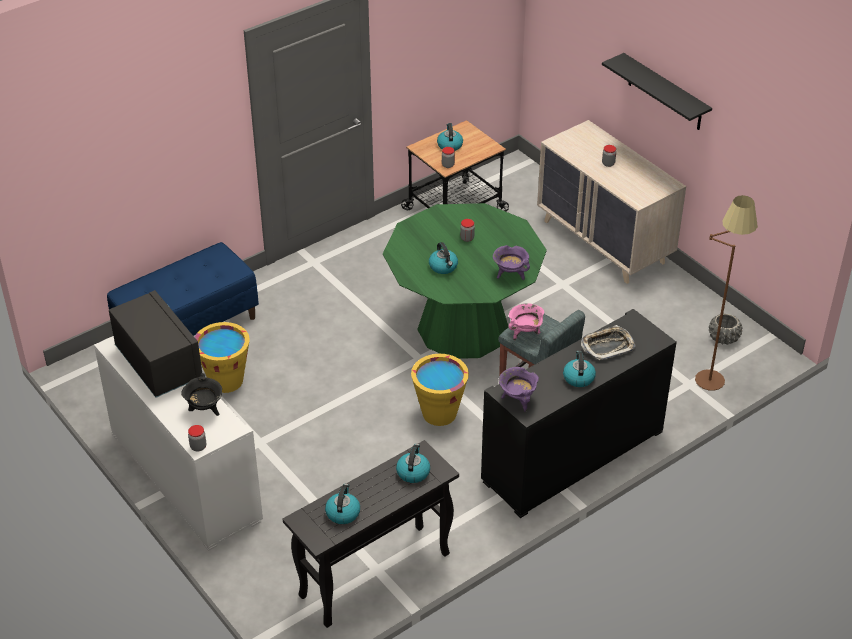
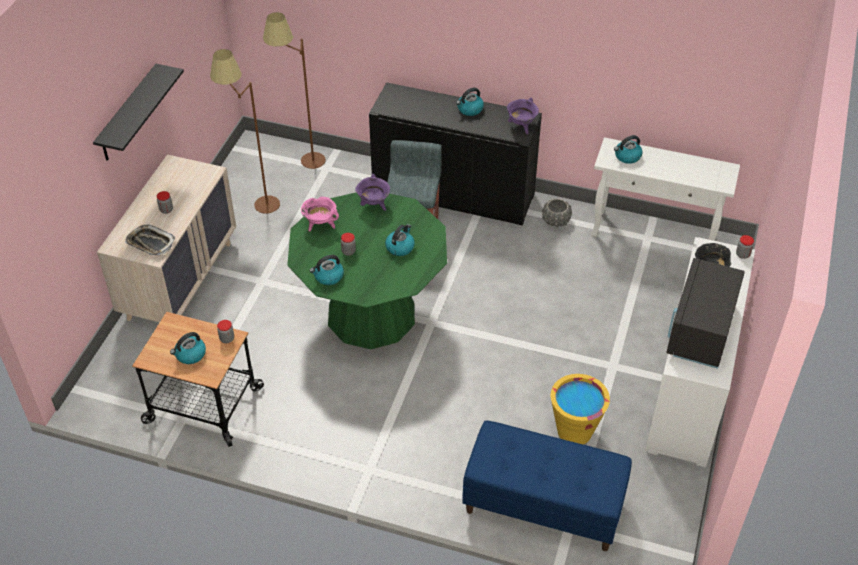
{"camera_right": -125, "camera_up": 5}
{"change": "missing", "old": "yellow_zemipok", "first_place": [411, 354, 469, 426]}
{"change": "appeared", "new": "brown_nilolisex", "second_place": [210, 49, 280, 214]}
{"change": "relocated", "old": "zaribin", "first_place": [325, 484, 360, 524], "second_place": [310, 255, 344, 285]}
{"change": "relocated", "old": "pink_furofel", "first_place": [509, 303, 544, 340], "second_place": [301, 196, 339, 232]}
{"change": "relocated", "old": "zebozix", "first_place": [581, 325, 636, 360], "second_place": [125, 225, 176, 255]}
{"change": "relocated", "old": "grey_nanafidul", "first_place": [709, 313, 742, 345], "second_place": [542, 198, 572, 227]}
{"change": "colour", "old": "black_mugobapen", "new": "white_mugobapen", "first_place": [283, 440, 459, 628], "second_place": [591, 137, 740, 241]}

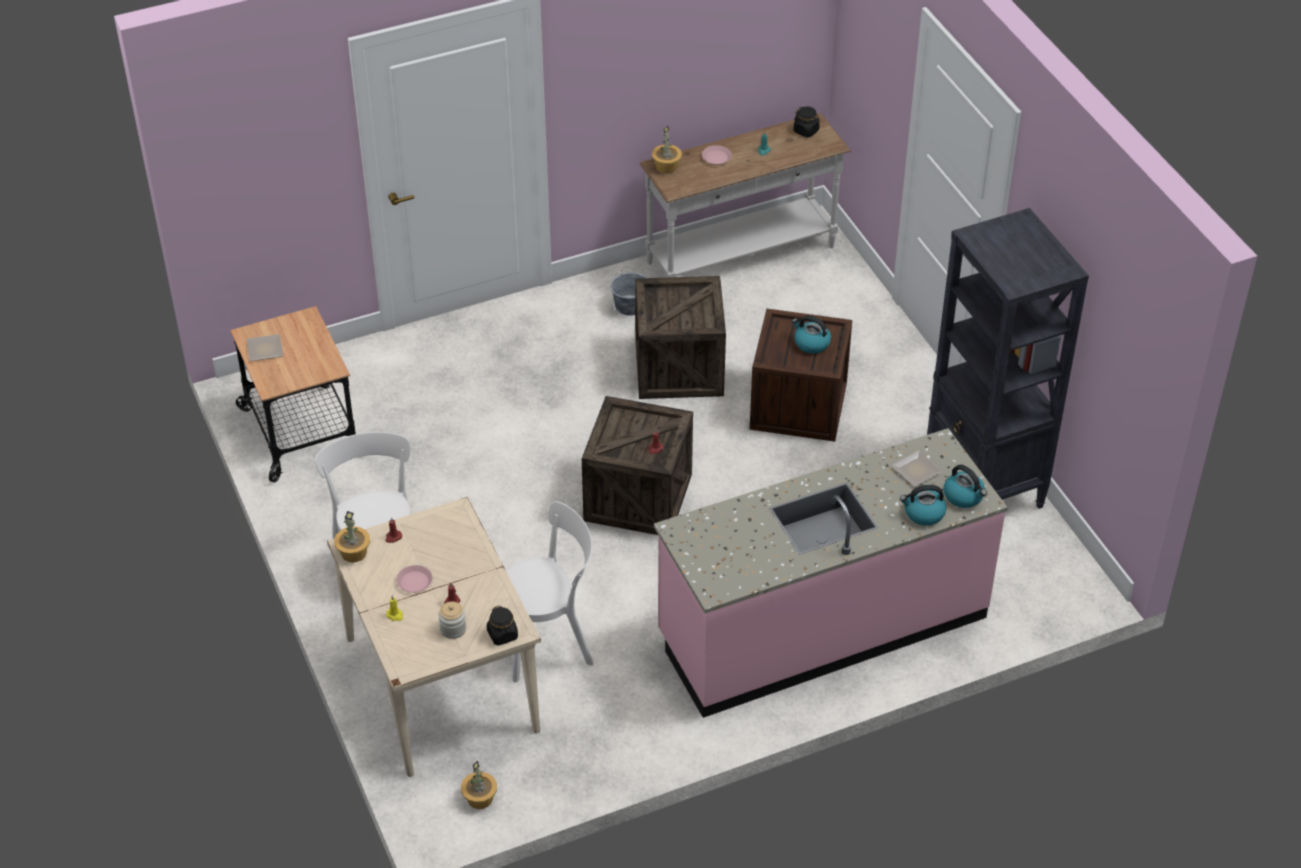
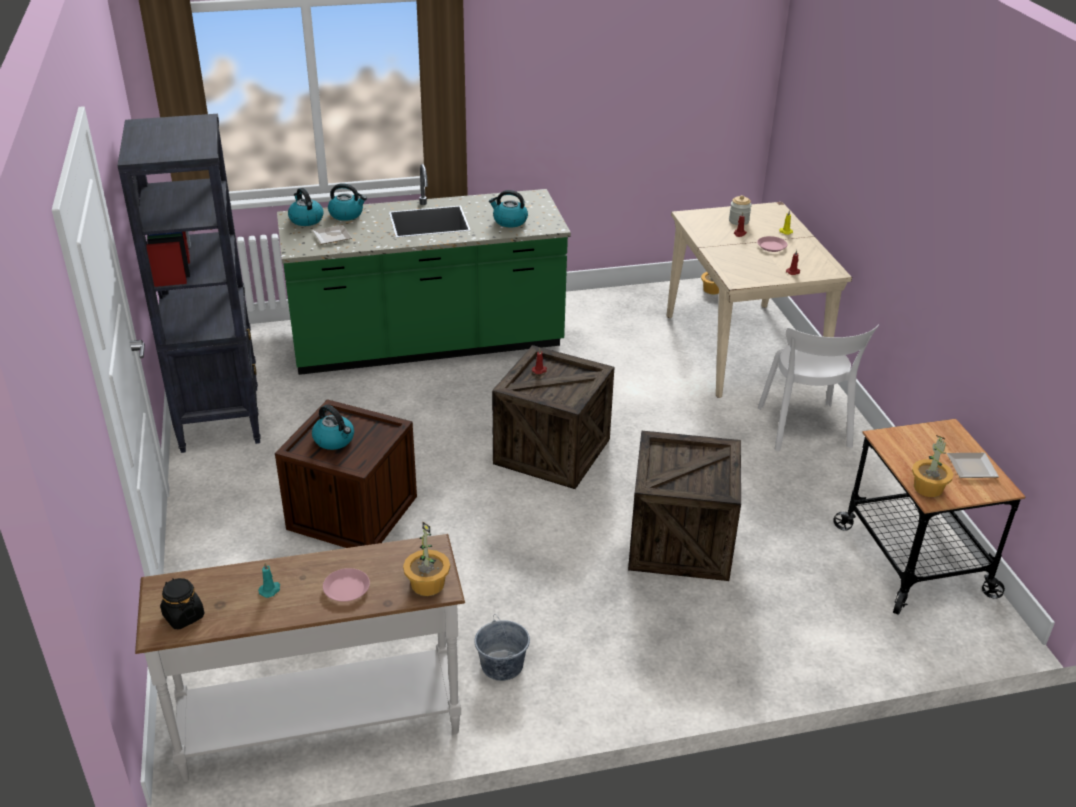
{"camera_right": -170, "camera_up": -10}
{"change": "missing", "old": "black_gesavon", "first_place": [487, 606, 518, 646]}
{"change": "missing", "old": "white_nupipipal", "first_place": [505, 502, 594, 683]}
{"change": "appeared", "new": "zaribin", "second_place": [489, 190, 528, 228]}
{"change": "relocated", "old": "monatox", "first_place": [334, 511, 370, 563], "second_place": [912, 435, 953, 497]}
{"change": "relocated", "old": "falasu", "first_place": [635, 276, 726, 399], "second_place": [628, 430, 741, 581]}
{"change": "colour", "old": "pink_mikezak", "new": "green_mikezak", "first_place": [654, 428, 1008, 718], "second_place": [277, 164, 571, 375]}

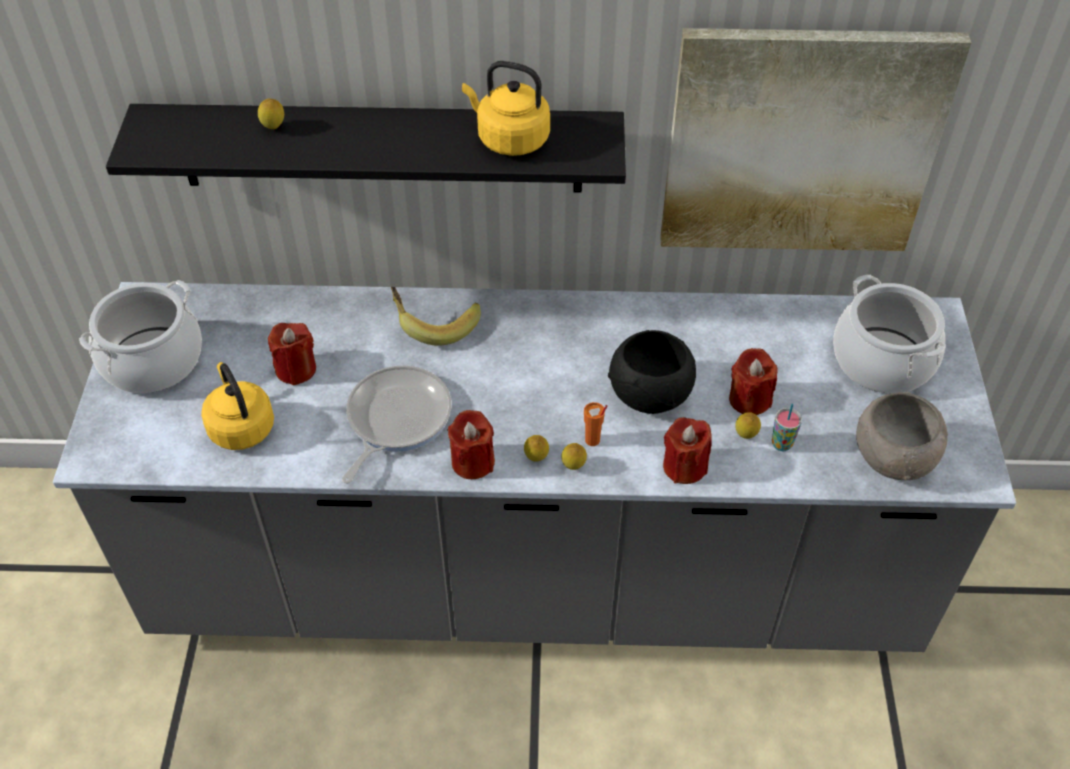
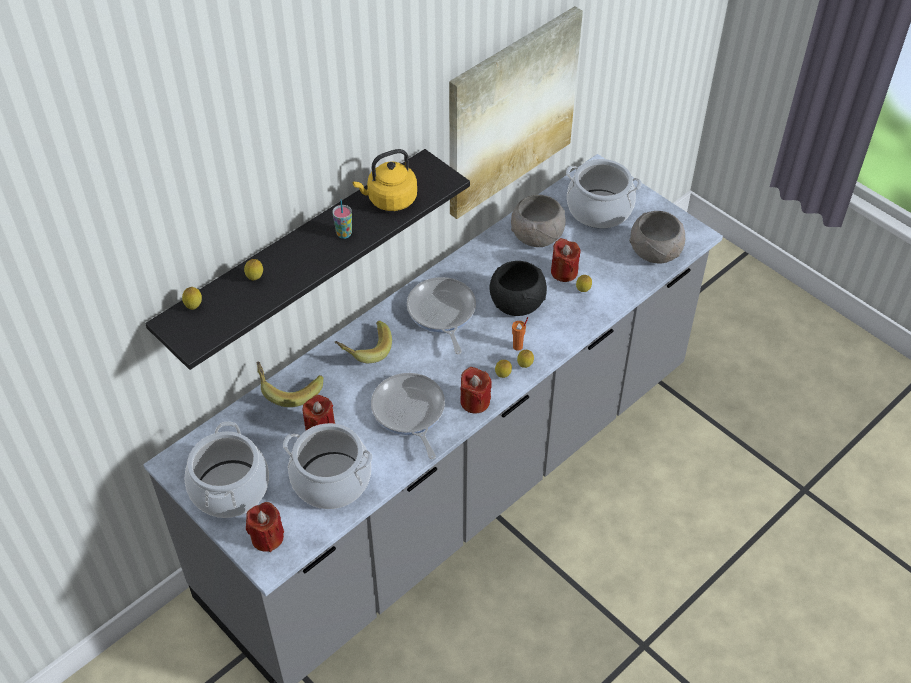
{"camera_right": -45, "camera_up": 0}
{"change": "appeared", "new": "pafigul", "second_place": [182, 287, 202, 310]}
{"change": "appeared", "new": "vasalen", "second_place": [256, 362, 323, 407]}
{"change": "appeared", "new": "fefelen", "second_place": [407, 277, 476, 354]}
{"change": "appeared", "new": "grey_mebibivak", "second_place": [511, 195, 566, 247]}
{"change": "relocated", "old": "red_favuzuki", "first_place": [663, 417, 712, 484], "second_place": [246, 502, 284, 552]}
{"change": "relocated", "old": "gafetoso", "first_place": [772, 404, 802, 451], "second_place": [332, 199, 352, 239]}
{"change": "exchanged", "old": "yellow_zaribin", "new": "furofel", "first_place": [201, 362, 274, 450], "second_place": [283, 423, 372, 509]}

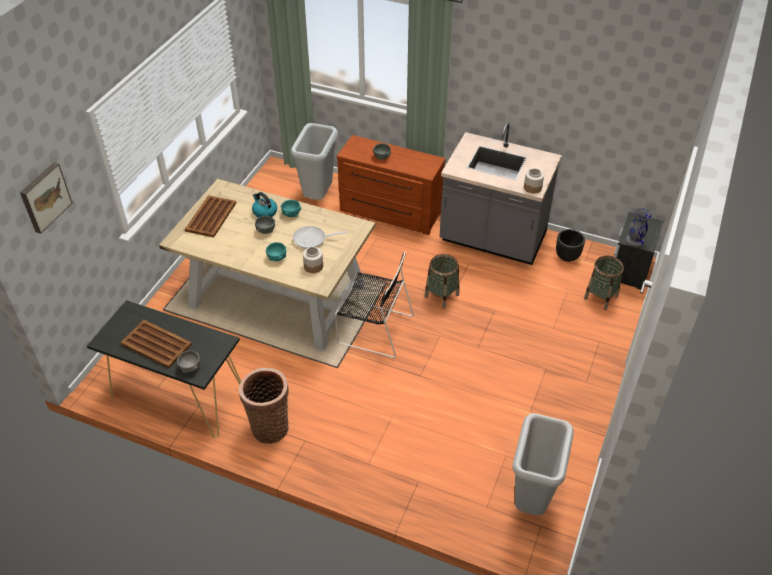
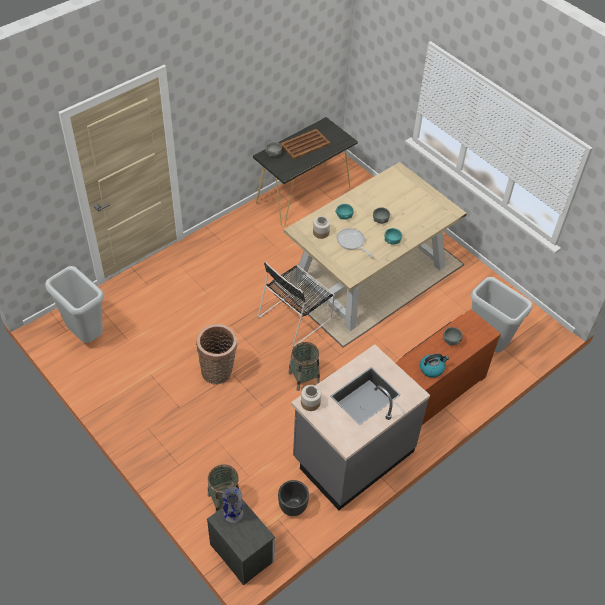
{"camera_right": 115, "camera_up": 5}
{"change": "missing", "old": "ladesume", "first_place": [20, 162, 73, 234]}
{"change": "missing", "old": "brown_zebozix", "first_place": [185, 195, 236, 237]}
{"change": "relocated", "old": "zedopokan", "first_place": [239, 368, 289, 444], "second_place": [196, 324, 237, 384]}
{"change": "relocated", "old": "zaribin", "first_place": [252, 192, 277, 218], "second_place": [420, 354, 449, 378]}
{"change": "spun", "old": "fefelen", "first_place": [293, 226, 348, 249], "second_place": [337, 228, 374, 258], "degrees": -60}

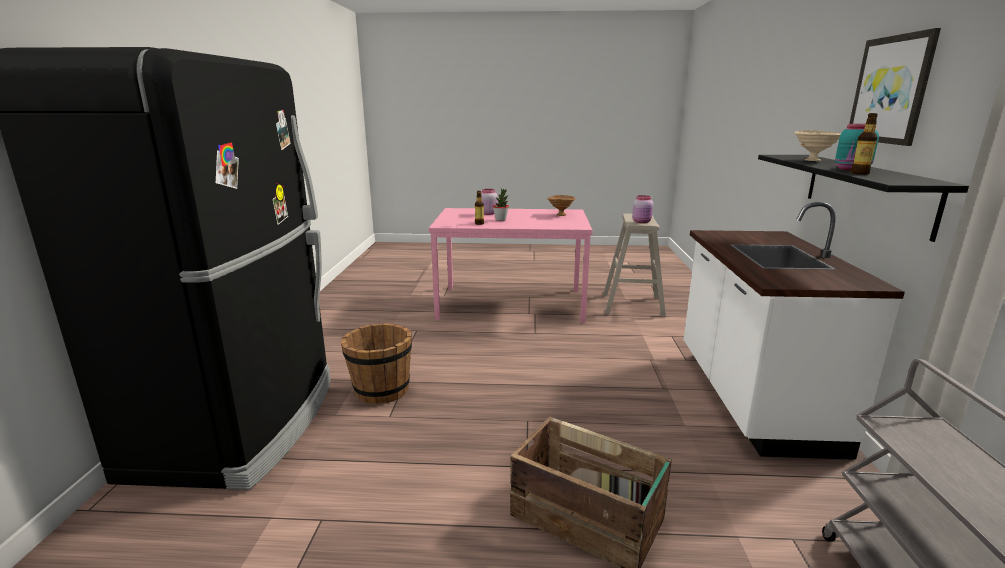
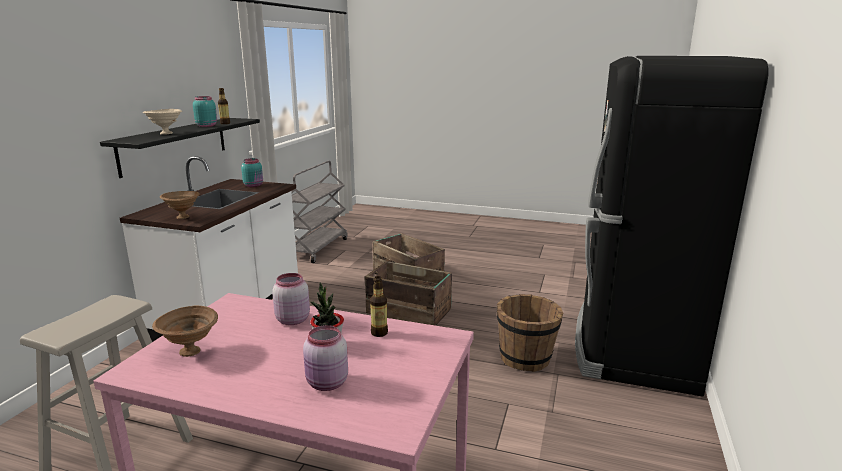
{"camera_right": -165, "camera_up": 0}
{"change": "missing", "old": "ladesume", "first_place": [849, 28, 941, 146]}
{"change": "appeared", "new": "brown_mebibivak", "second_place": [160, 191, 200, 219]}
{"change": "appeared", "new": "turquoise_gesavon", "second_place": [241, 158, 263, 187]}
{"change": "appeared", "new": "falasu", "second_place": [365, 261, 452, 326]}
{"change": "relocated", "old": "pink_gesavon", "first_place": [632, 195, 653, 223], "second_place": [272, 273, 310, 325]}

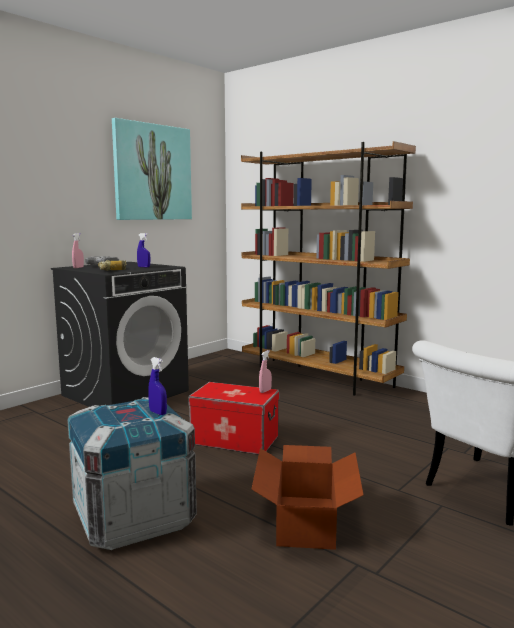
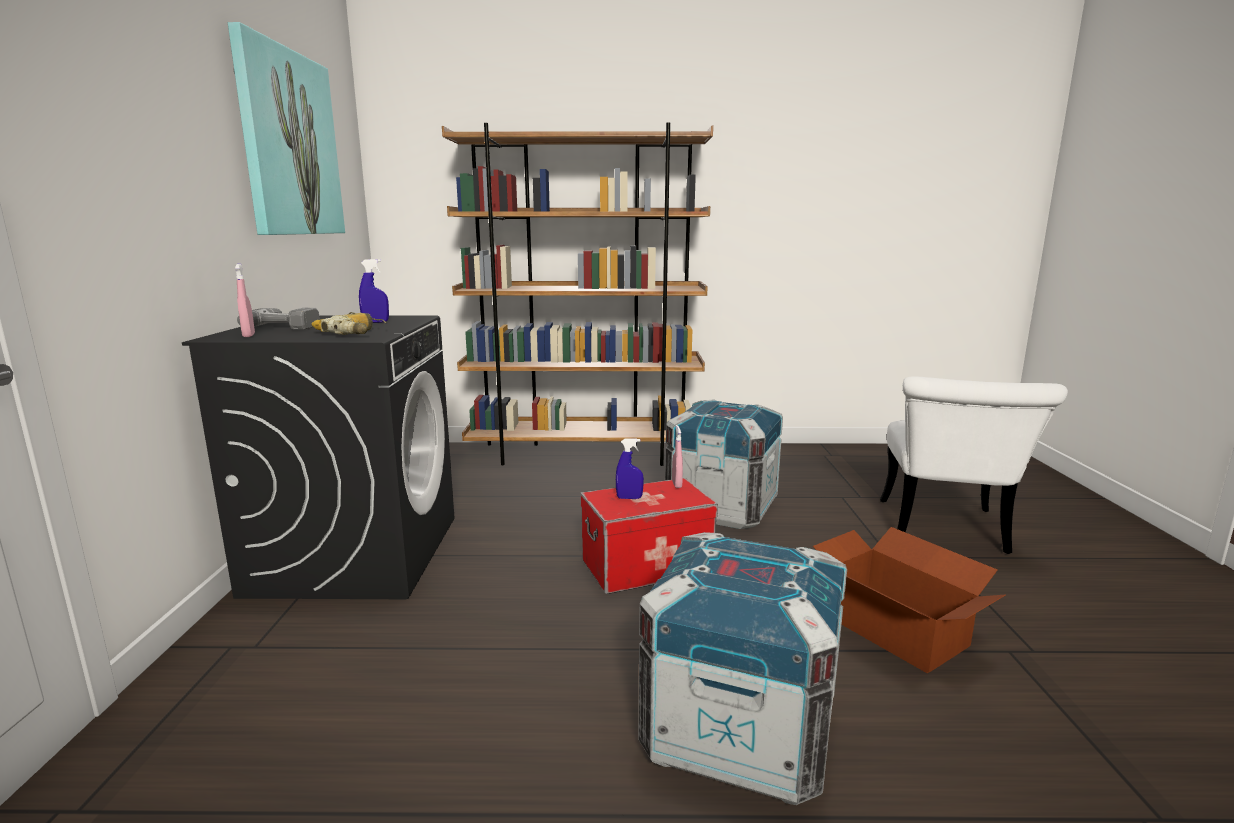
{"camera_right": -40, "camera_up": 5}
{"change": "appeared", "new": "falasu", "second_place": [665, 399, 783, 529]}
{"change": "relocated", "old": "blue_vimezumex", "first_place": [148, 357, 167, 415], "second_place": [616, 438, 644, 499]}

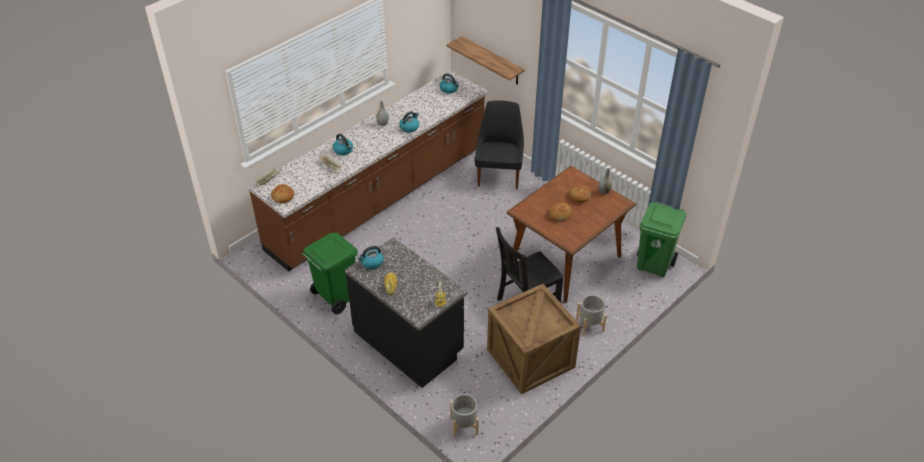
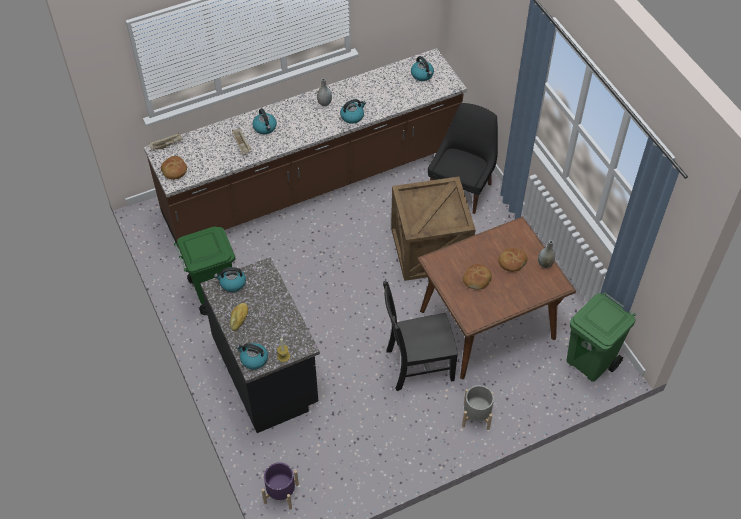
{"camera_right": 20, "camera_up": 10}
{"change": "missing", "old": "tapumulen", "first_place": [446, 36, 525, 85]}
{"change": "appeared", "new": "zaribin", "second_place": [236, 343, 268, 370]}
{"change": "relocated", "old": "falasu", "first_place": [487, 284, 581, 394], "second_place": [391, 177, 476, 281]}
{"change": "colour", "old": "grey_nanafidul", "new": "purple_nanafidul", "first_place": [450, 394, 479, 438], "second_place": [262, 462, 299, 510]}

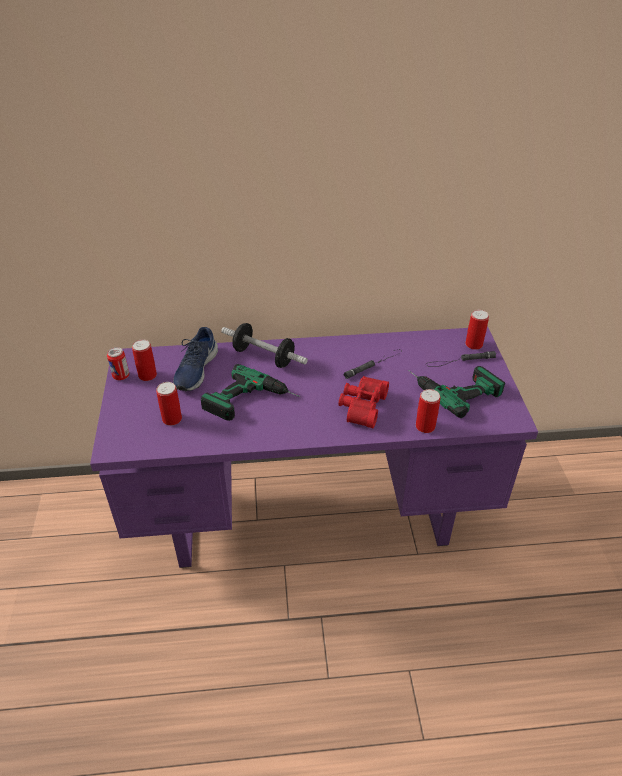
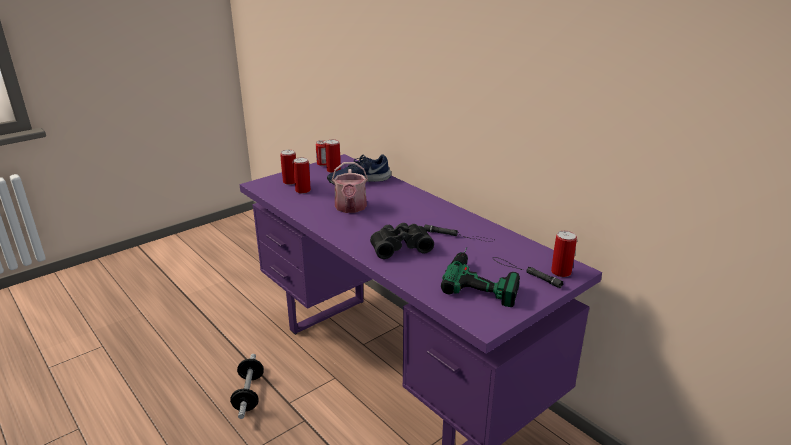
{"camera_right": 55, "camera_up": -15}
{"change": "relocated", "old": "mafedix", "first_place": [221, 323, 308, 368], "second_place": [230, 354, 264, 419]}
{"change": "relocated", "old": "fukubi", "first_place": [416, 389, 440, 433], "second_place": [280, 150, 296, 185]}
{"change": "exchanged", "old": "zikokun", "new": "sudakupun", "first_place": [201, 364, 300, 421], "second_place": [332, 162, 368, 213]}
{"change": "colour", "old": "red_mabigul", "new": "black_mabigul", "first_place": [338, 376, 389, 428], "second_place": [370, 223, 434, 259]}

